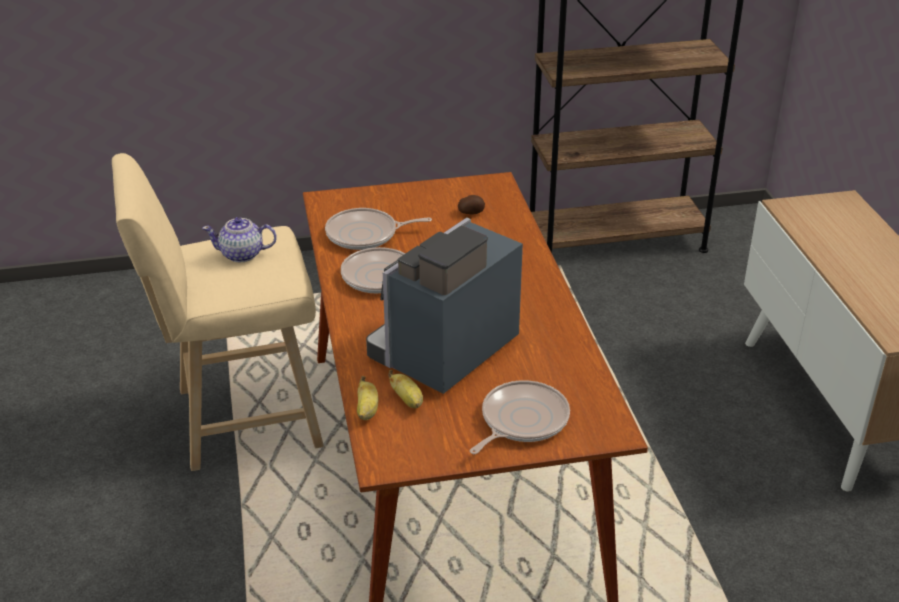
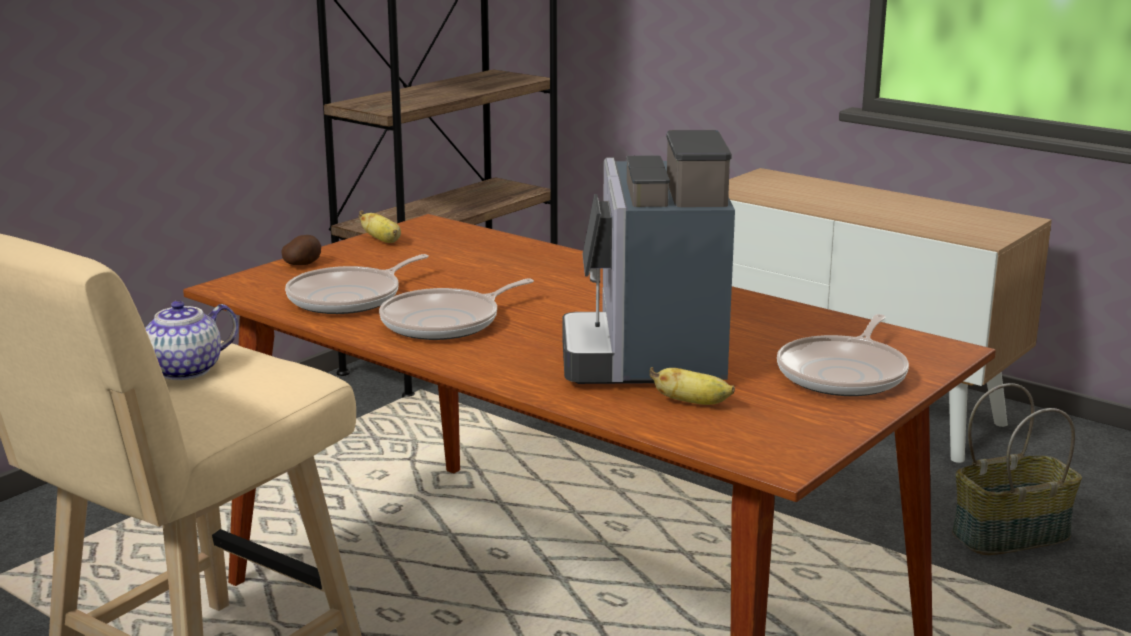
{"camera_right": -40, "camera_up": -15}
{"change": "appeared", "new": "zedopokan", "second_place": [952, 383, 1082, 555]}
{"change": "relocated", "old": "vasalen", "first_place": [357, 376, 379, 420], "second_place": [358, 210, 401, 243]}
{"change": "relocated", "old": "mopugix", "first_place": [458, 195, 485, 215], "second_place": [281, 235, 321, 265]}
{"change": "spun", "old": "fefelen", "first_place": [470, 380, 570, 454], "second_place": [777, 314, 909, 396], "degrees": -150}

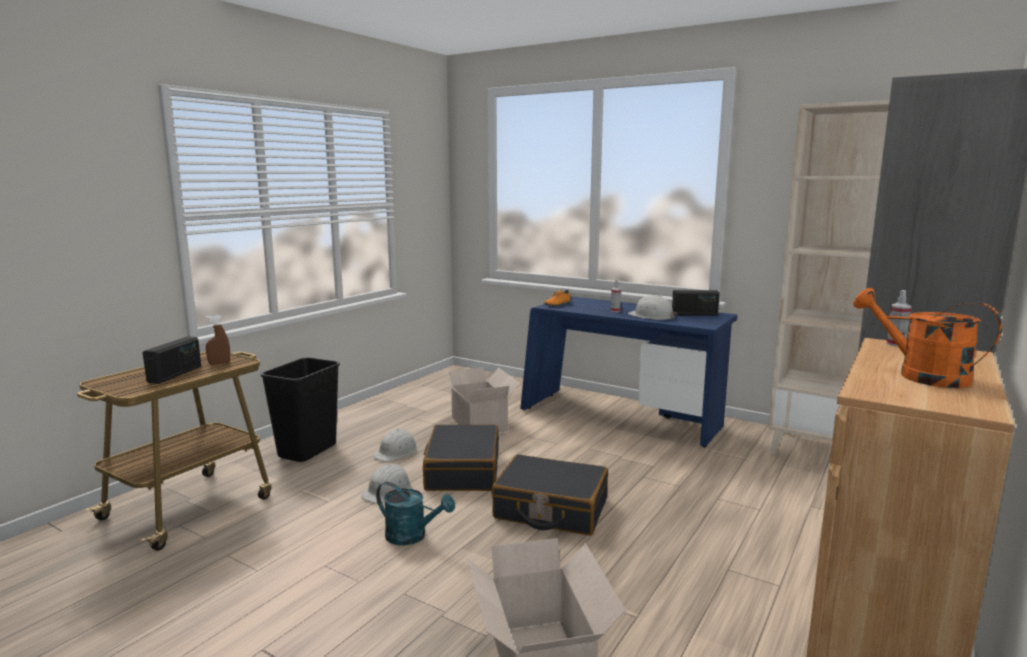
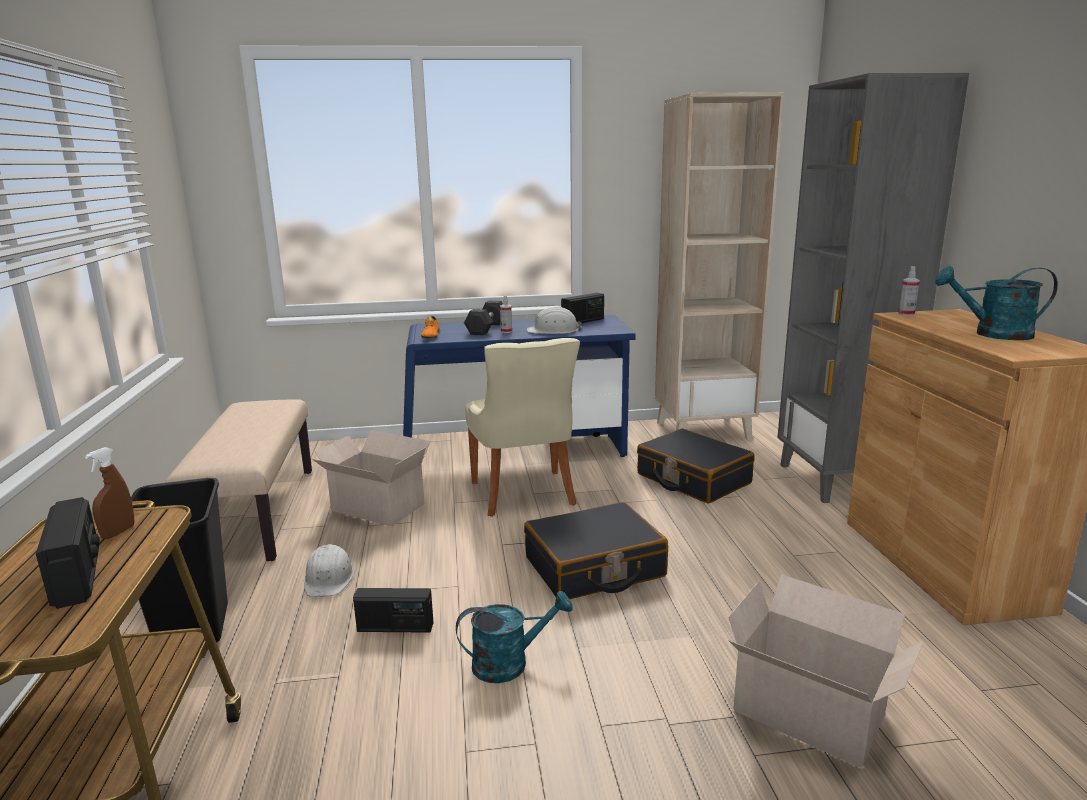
{"camera_right": -40, "camera_up": 5}
{"change": "appeared", "new": "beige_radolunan", "second_place": [165, 399, 312, 561]}
{"change": "appeared", "new": "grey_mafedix", "second_place": [464, 301, 503, 335]}
{"change": "appeared", "new": "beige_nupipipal", "second_place": [465, 338, 580, 517]}
{"change": "relocated", "old": "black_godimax", "first_place": [423, 424, 499, 491], "second_place": [637, 428, 754, 504]}
{"change": "exchanged", "old": "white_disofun", "new": "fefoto", "first_place": [361, 464, 411, 503], "second_place": [353, 588, 434, 633]}
{"change": "colour", "old": "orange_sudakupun", "new": "turquoise_sudakupun", "first_place": [853, 288, 1002, 388], "second_place": [935, 266, 1058, 340]}

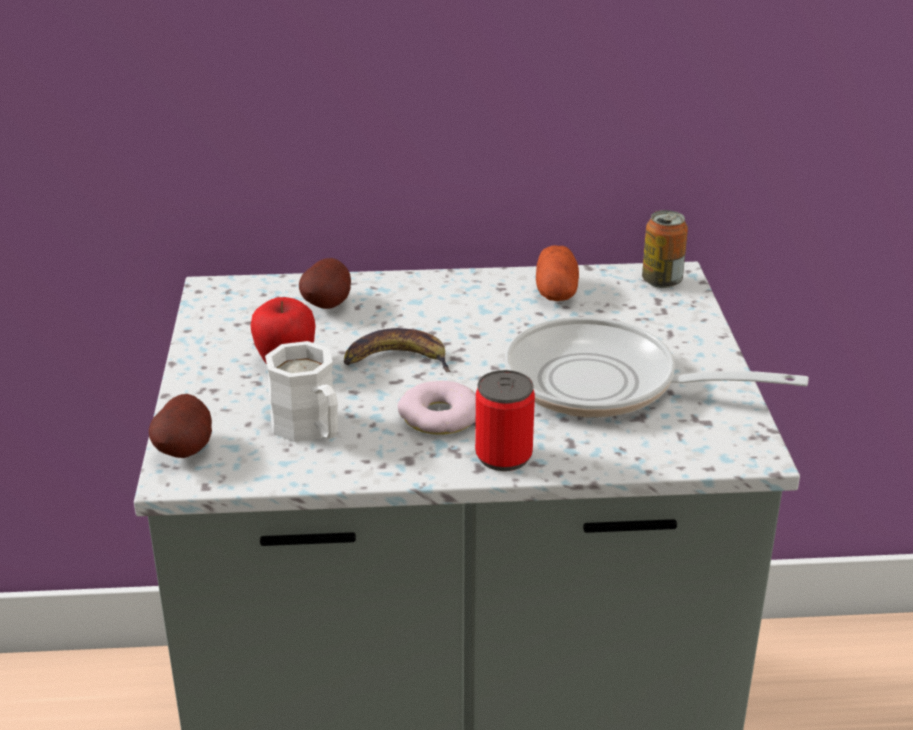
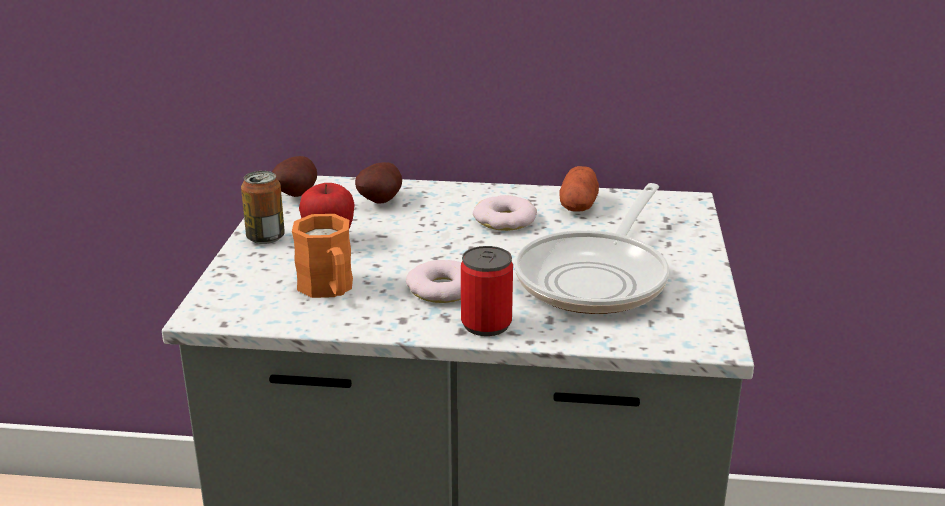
{"camera_right": 10, "camera_up": -5}
{"change": "missing", "old": "vasalen", "first_place": [344, 328, 451, 372]}
{"change": "appeared", "new": "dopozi", "second_place": [473, 195, 537, 231]}
{"change": "relocated", "old": "mopugix", "first_place": [149, 394, 212, 458], "second_place": [272, 156, 317, 197]}
{"change": "relocated", "old": "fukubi", "first_place": [642, 210, 688, 288], "second_place": [241, 171, 285, 244]}
{"change": "colour", "old": "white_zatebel", "new": "orange_zatebel", "first_place": [265, 341, 338, 442], "second_place": [292, 214, 353, 298]}
{"change": "spun", "old": "fefelen", "first_place": [505, 317, 809, 417], "second_place": [514, 183, 669, 314], "degrees": -90}

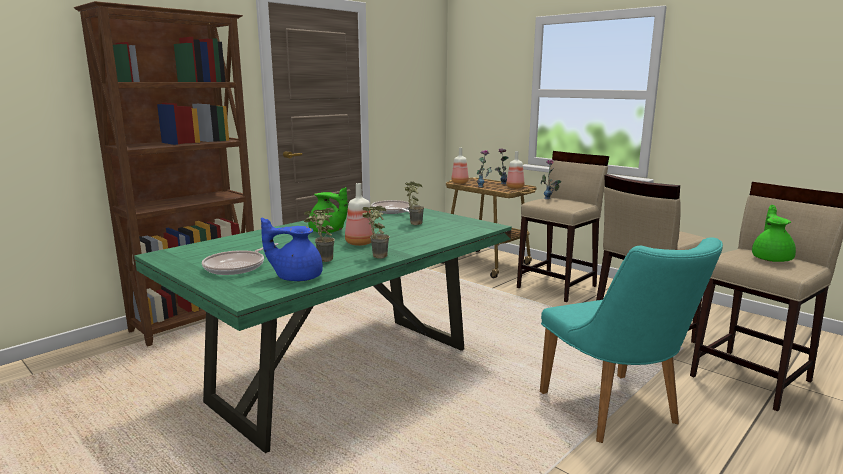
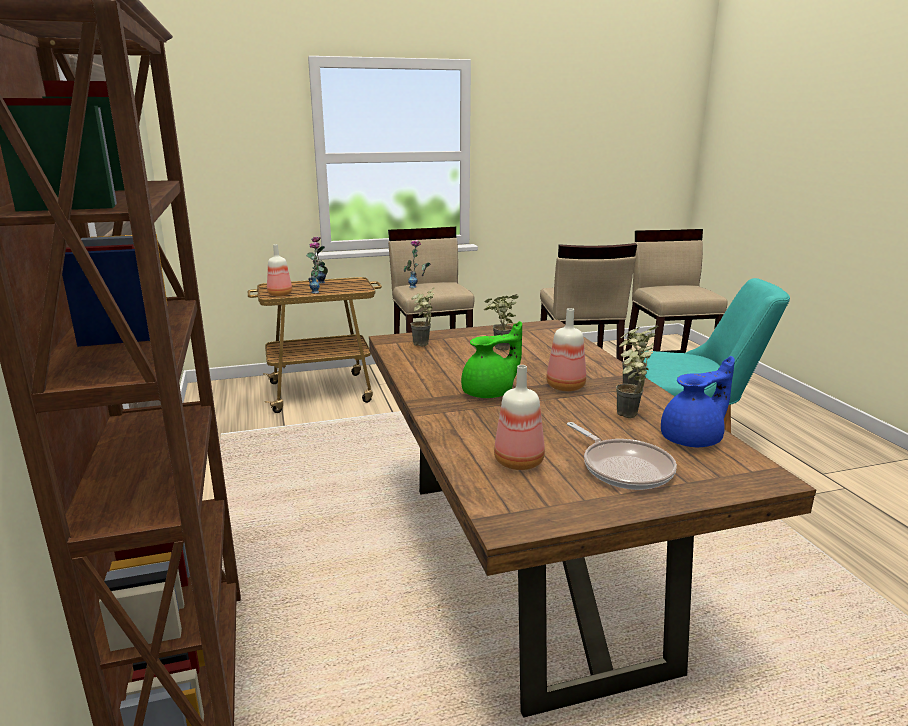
{"camera_right": -60, "camera_up": 5}
{"change": "missing", "old": "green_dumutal", "first_place": [752, 205, 796, 262]}
{"change": "relocated", "old": "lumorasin", "first_place": [506, 151, 524, 189], "second_place": [494, 365, 545, 470]}
{"change": "exchanged", "old": "fefelen", "new": "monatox", "first_place": [371, 200, 411, 214], "second_place": [411, 287, 434, 347]}
{"change": "colour", "old": "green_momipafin", "new": "brown_momipafin", "first_place": [134, 208, 512, 453], "second_place": [369, 319, 816, 718]}
{"change": "spun", "old": "blue_dumutal", "first_place": [261, 218, 323, 281], "second_place": [661, 356, 735, 447], "degrees": -150}

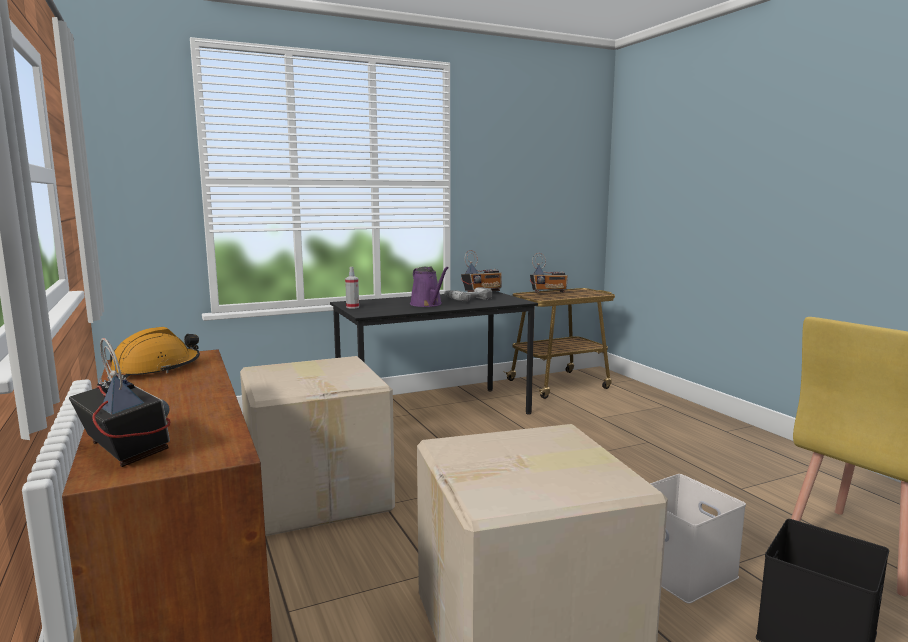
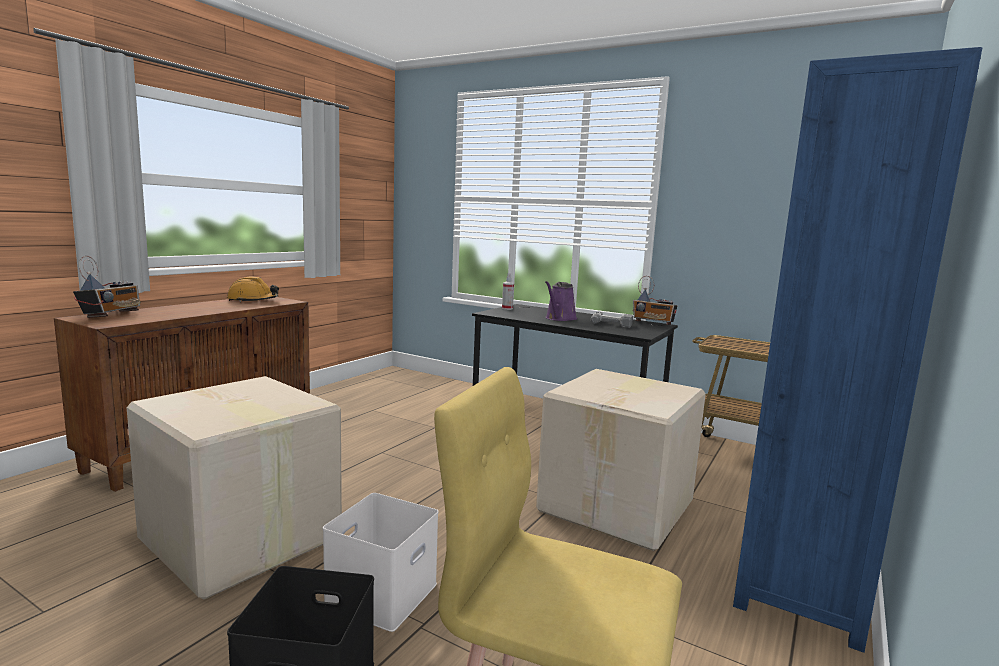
{"camera_right": 55, "camera_up": 0}
{"change": "missing", "old": "fefoto", "first_place": [530, 253, 568, 293]}
{"change": "appeared", "new": "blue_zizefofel", "second_place": [733, 47, 982, 653]}
{"change": "relocated", "old": "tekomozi", "first_place": [240, 356, 395, 536], "second_place": [536, 369, 706, 551]}

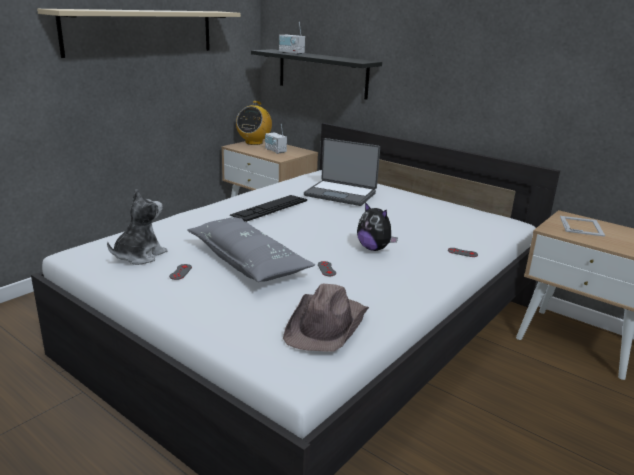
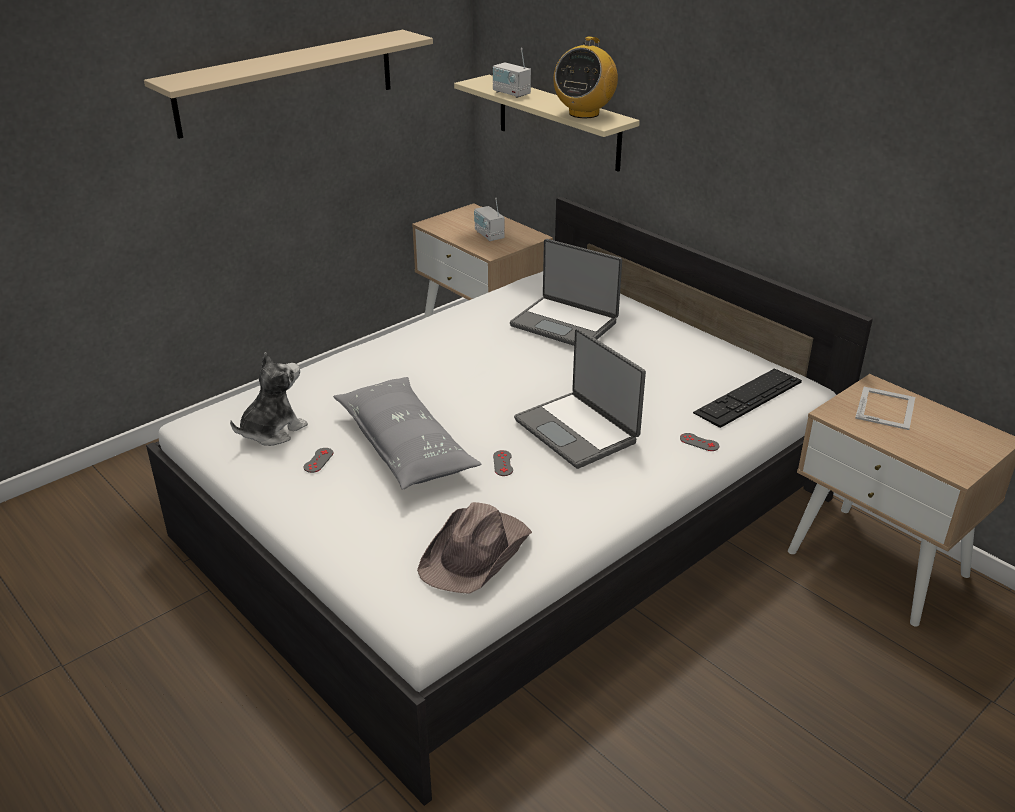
{"camera_right": 10, "camera_up": 10}
{"change": "relocated", "old": "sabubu", "first_place": [230, 195, 307, 222], "second_place": [693, 368, 802, 428]}
{"change": "relocated", "old": "fefoto", "first_place": [236, 101, 272, 145], "second_place": [553, 36, 618, 118]}
{"change": "exchanged", "old": "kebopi", "new": "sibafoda", "first_place": [357, 202, 398, 251], "second_place": [514, 328, 646, 469]}
{"change": "colour", "old": "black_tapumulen", "new": "beige_tapumulen", "first_place": [251, 49, 382, 100], "second_place": [454, 75, 640, 172]}

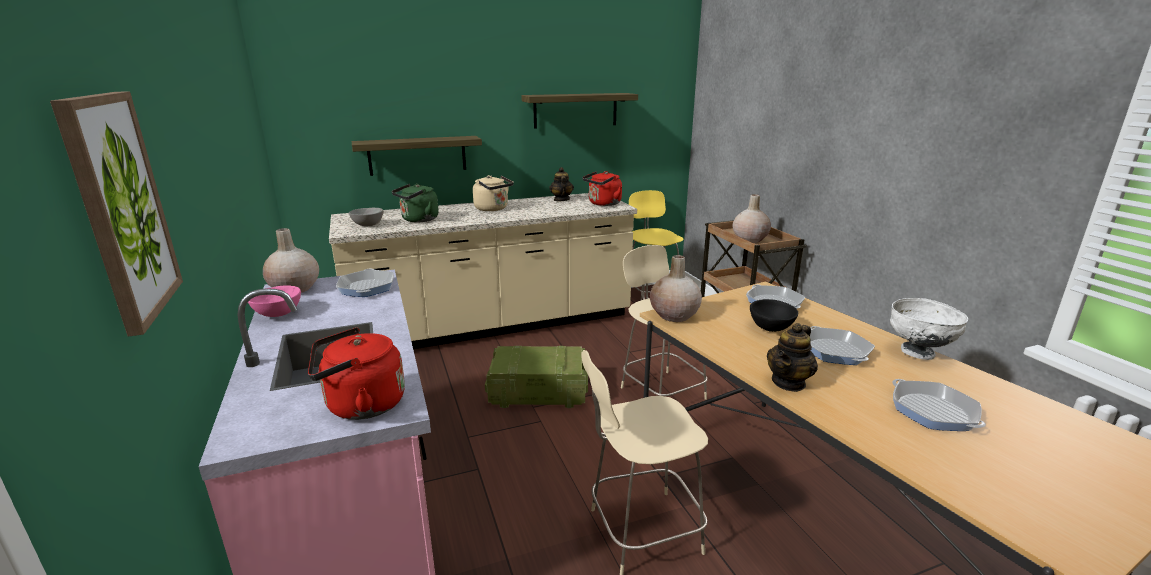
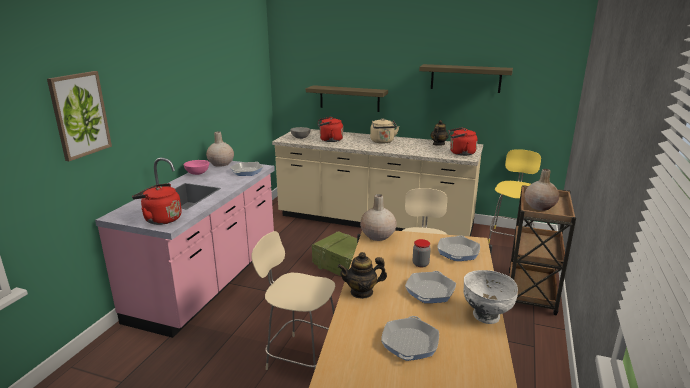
{"camera_right": 40, "camera_up": 0}
{"change": "exchanged", "old": "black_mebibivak", "new": "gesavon", "first_place": [750, 299, 798, 332], "second_place": [413, 239, 431, 267]}
{"change": "colour", "old": "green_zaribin", "new": "red_zaribin", "first_place": [391, 184, 439, 222], "second_place": [318, 117, 343, 142]}

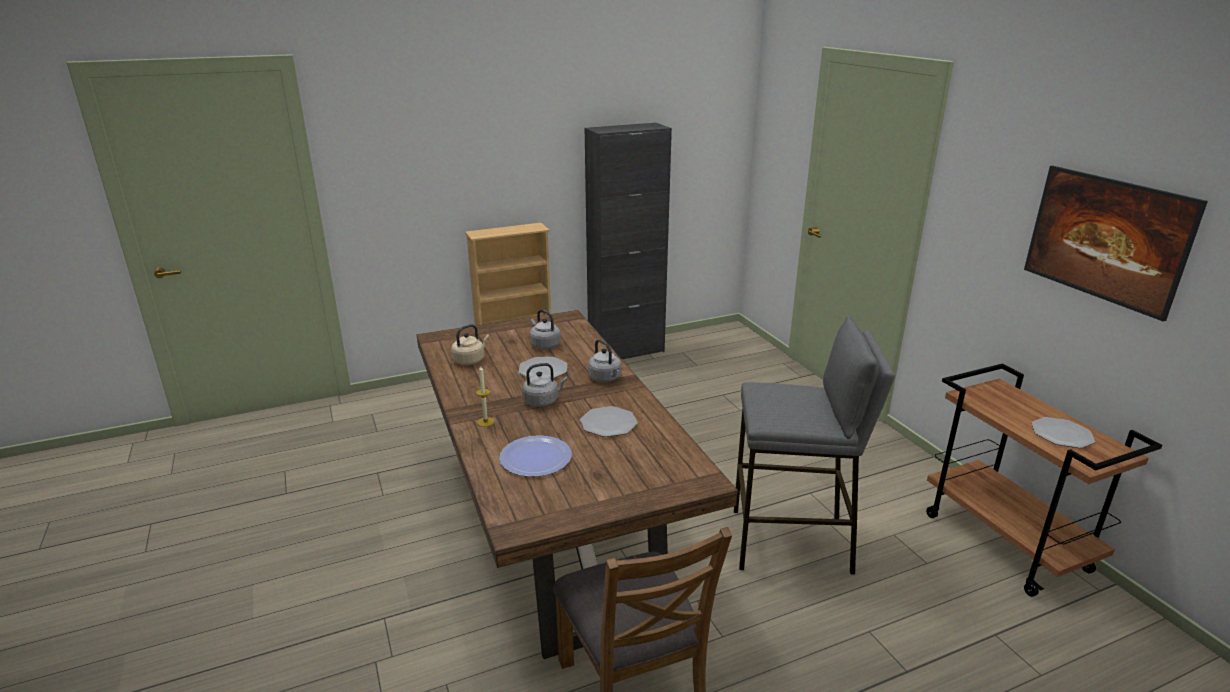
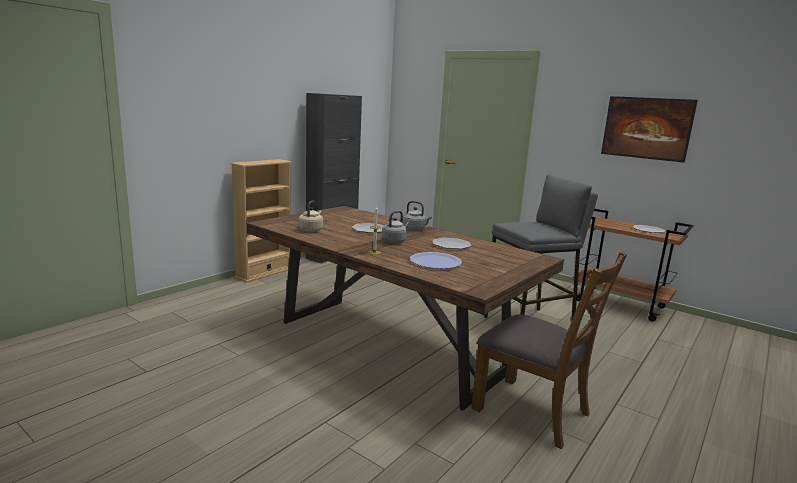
{"camera_right": -30, "camera_up": -10}
{"change": "missing", "old": "grey_zaribin", "first_place": [530, 309, 561, 350]}

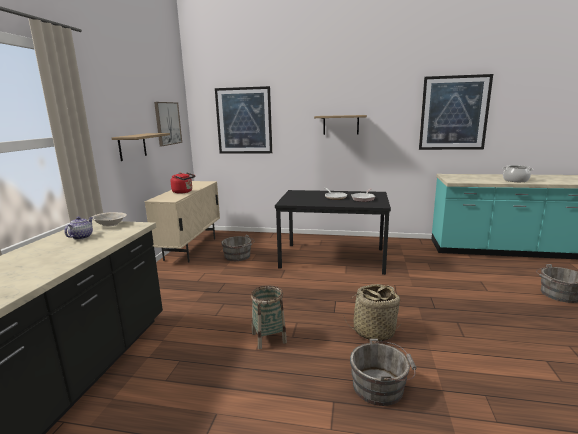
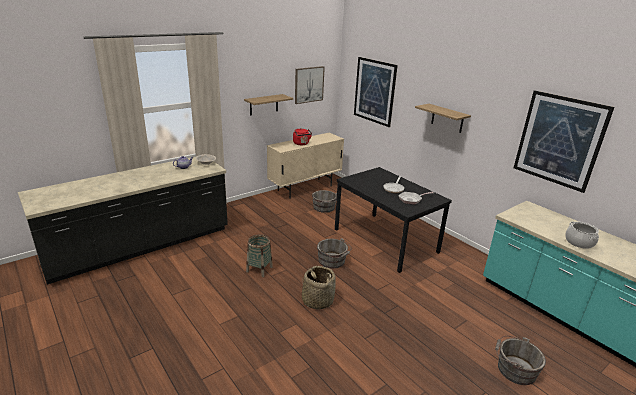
{"camera_right": 40, "camera_up": 10}
{"change": "relocated", "old": "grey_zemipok", "first_place": [350, 339, 417, 406], "second_place": [317, 238, 351, 268]}

